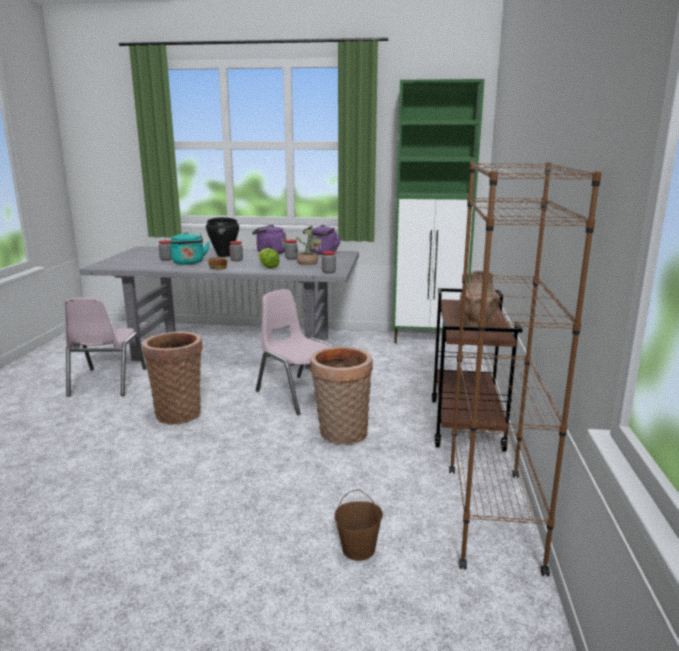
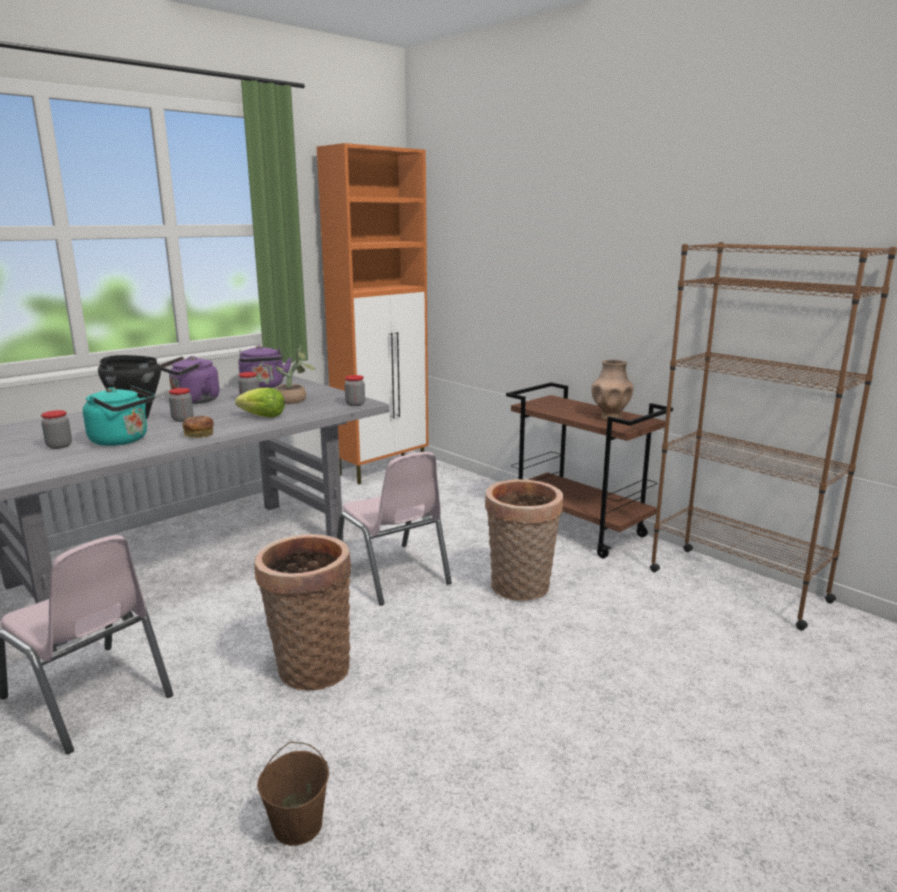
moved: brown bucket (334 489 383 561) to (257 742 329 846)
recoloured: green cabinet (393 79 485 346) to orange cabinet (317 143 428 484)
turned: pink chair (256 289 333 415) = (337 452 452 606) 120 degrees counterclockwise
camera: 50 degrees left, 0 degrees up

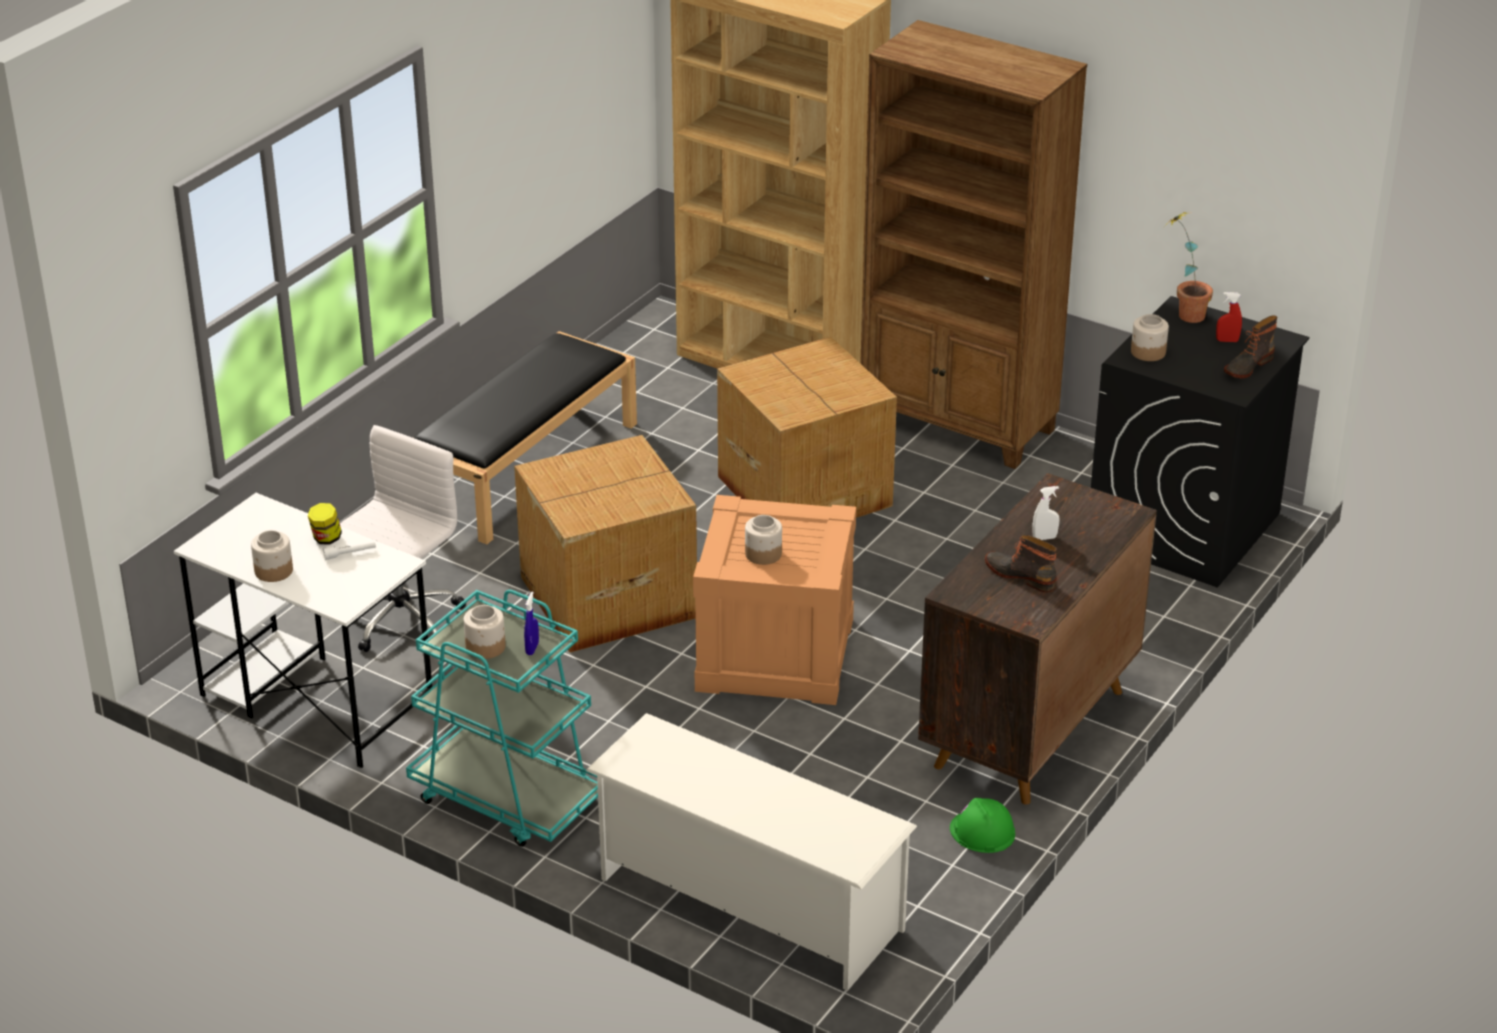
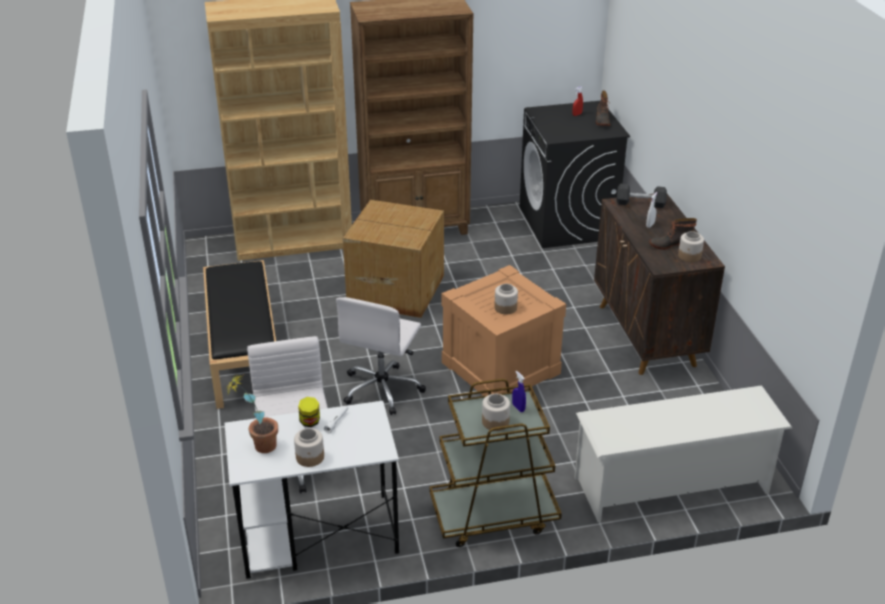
removed: green hard hat (950 798 1015 853)
added: black dumbbell (617 183 667 208)
moved: jar (1131 314 1169 361) to (678 231 704 262); potted plant (1165 212 1213 323) to (226 373 278 453)
replaced: cardboard box (514 435 697 653) to white office chair (336 297 426 415)
recoloured: turquoise cart (406 590 598 847) to brown cart (430 379 562 547)
camera: 45 degrees left, 0 degrees up

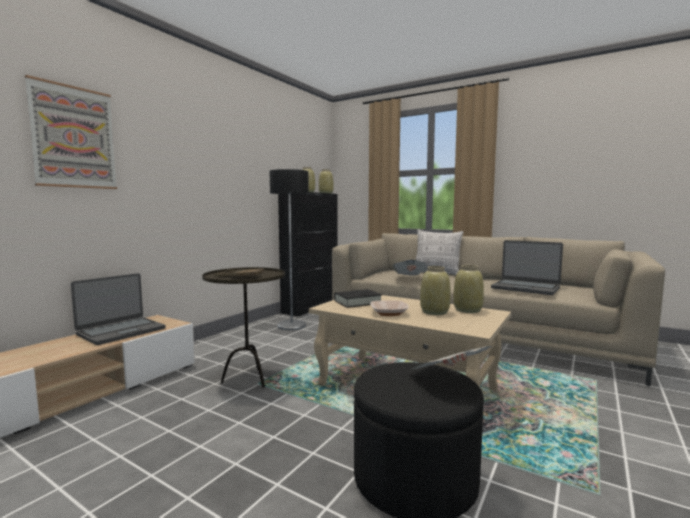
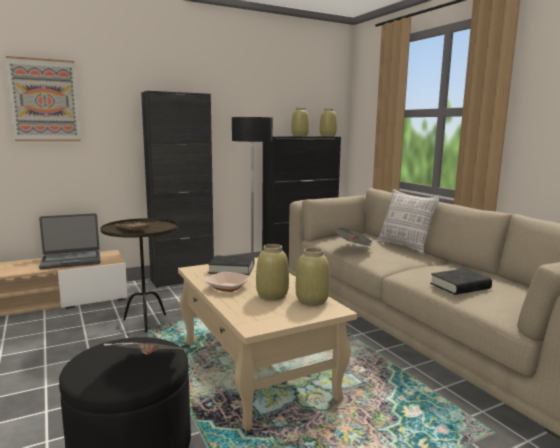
added: black cabinet (141 91 214 288)
replaced: laptop (491 240 563 295) to black book (430 269 492 295)
camera: 30 degrees right, 5 degrees up

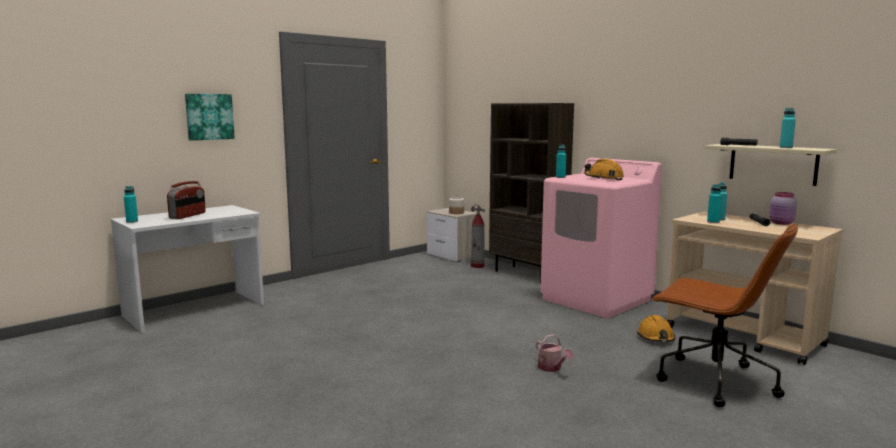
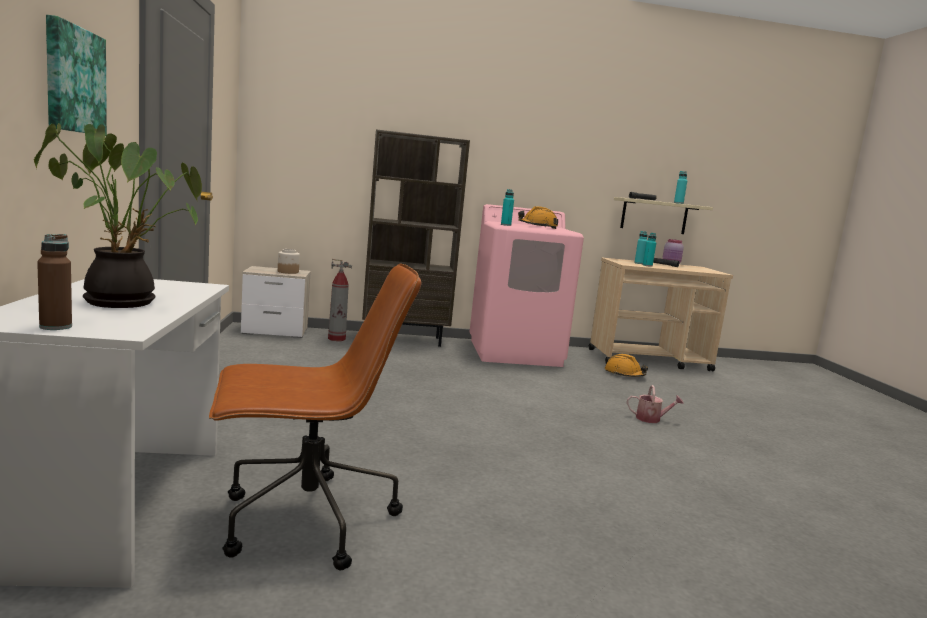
moved: brown office chair (651 223 798 407) to (209 263 421 571)
replaced: radio (167 181 206 219) to potted plant (34 123 202 308)
recoloured: turquoise bottle (124 186 138 223) to brown bottle (37 234 72 330)
camera: 55 degrees left, 0 degrees up

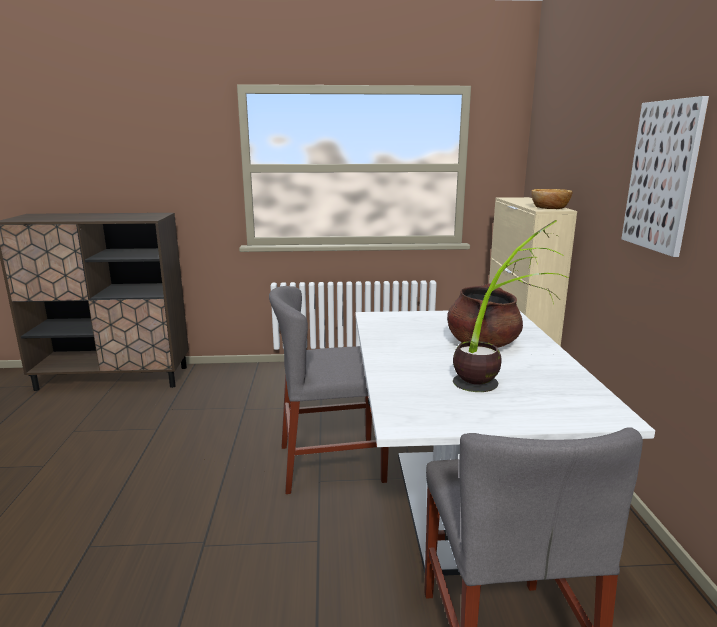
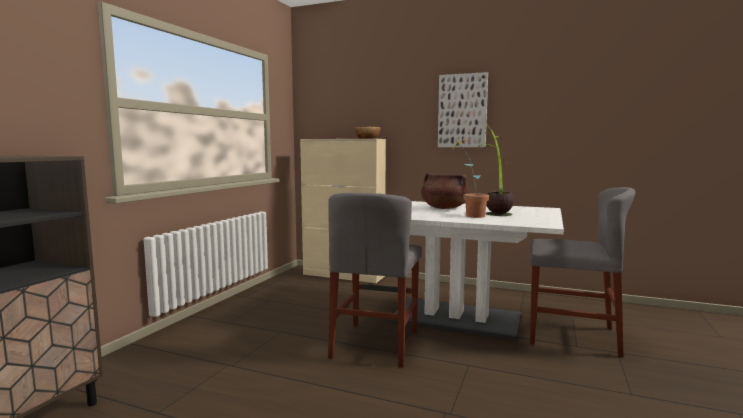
added: potted plant (452 139 489 218)
camera: 65 degrees left, 10 degrees down

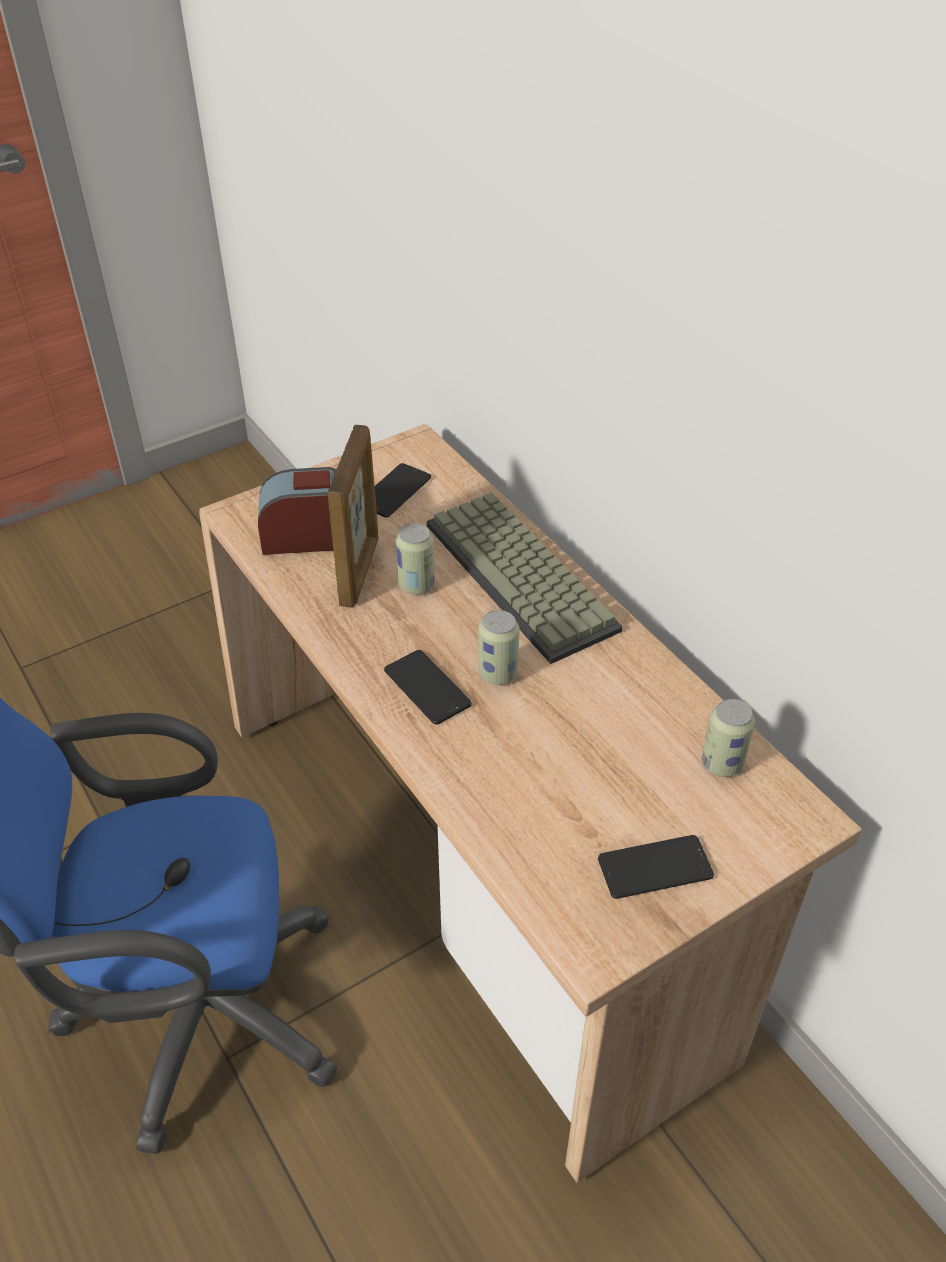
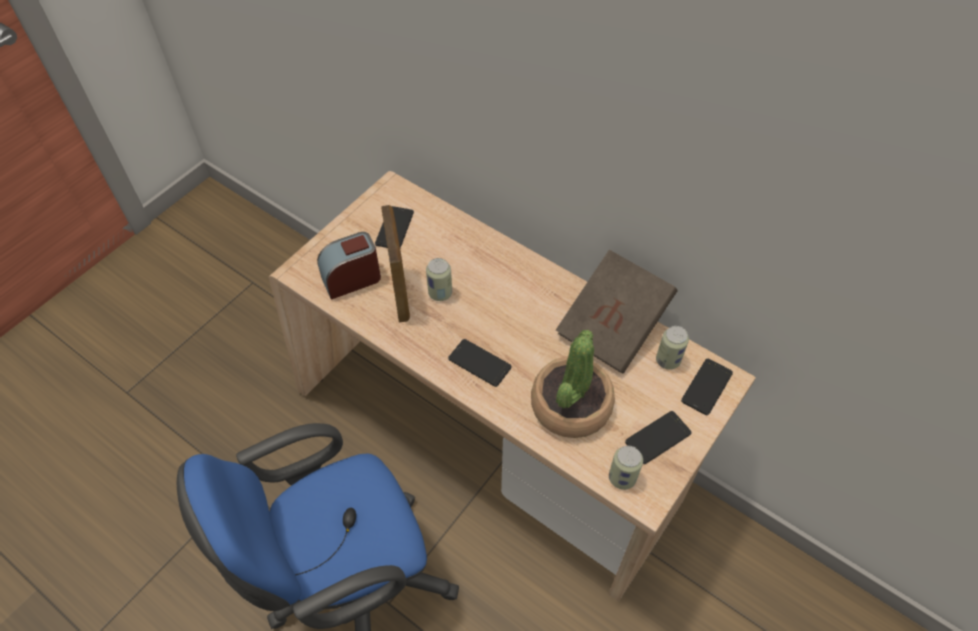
removed: keyboard (427 492 622 664)
added: potted plant (531 329 615 438); brown book (556 250 678 373); phone (681 359 733 415)
moved: can (478 610 520 685) to (609 446 643 490)
camera: 20 degrees left, 10 degrees up

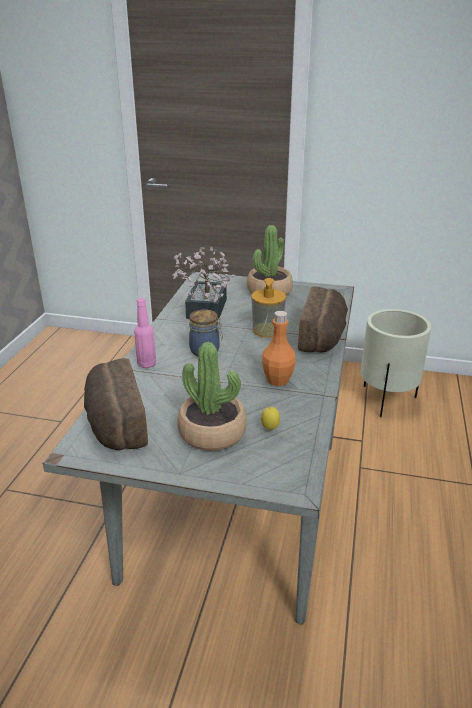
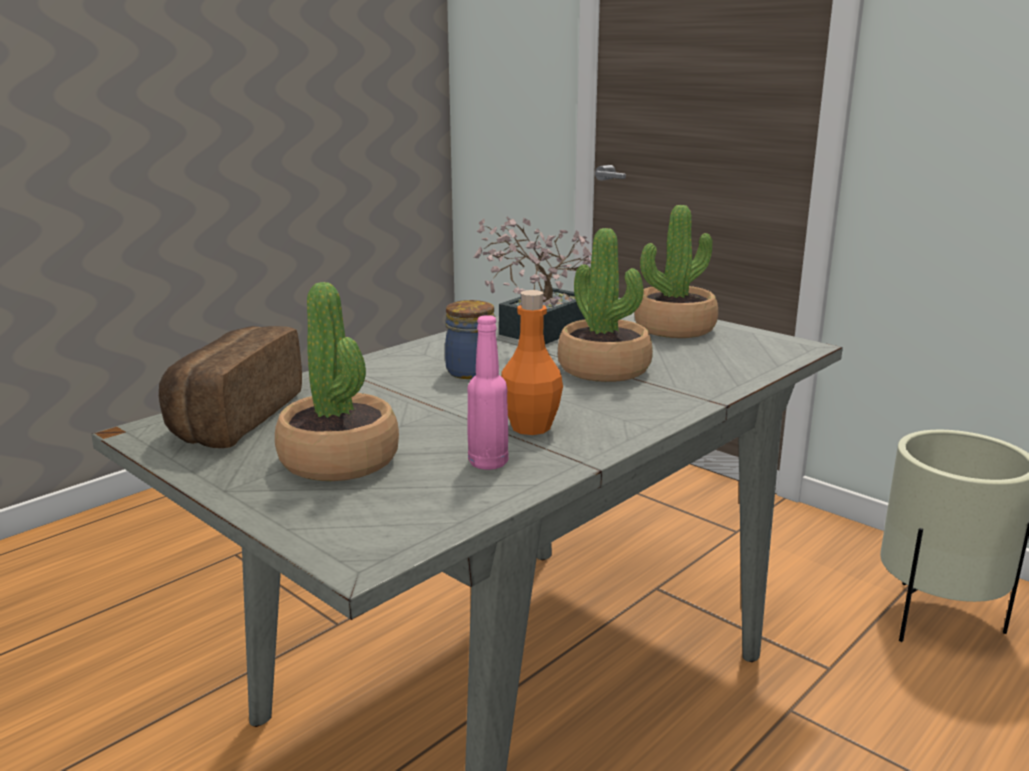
removed: lemon (261 407 280 430); bread (298 286 348 353)
moved: pink bottle (134 298 156 368) to (467 315 508 470)
replaced: soap dispenser (251 278 286 338) to potted plant (558 228 653 382)
camera: 30 degrees right, 10 degrees down

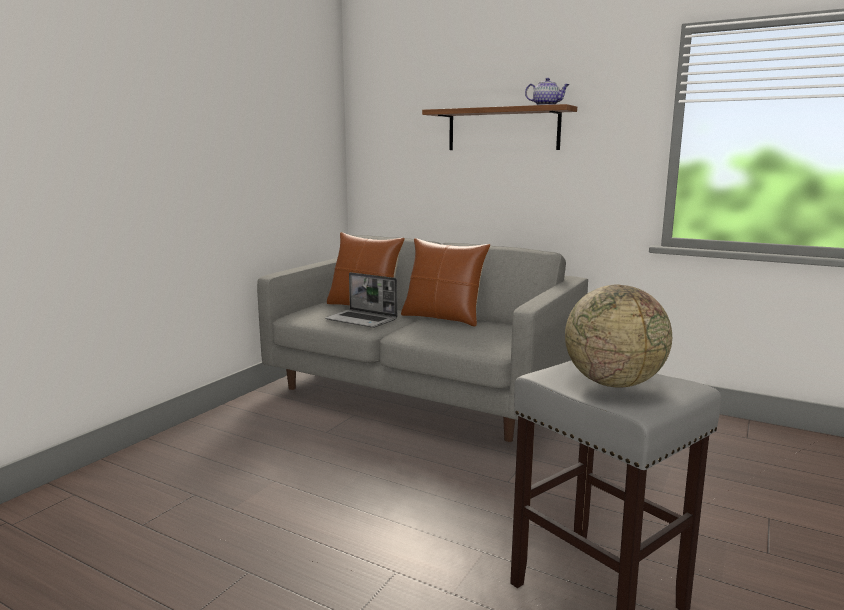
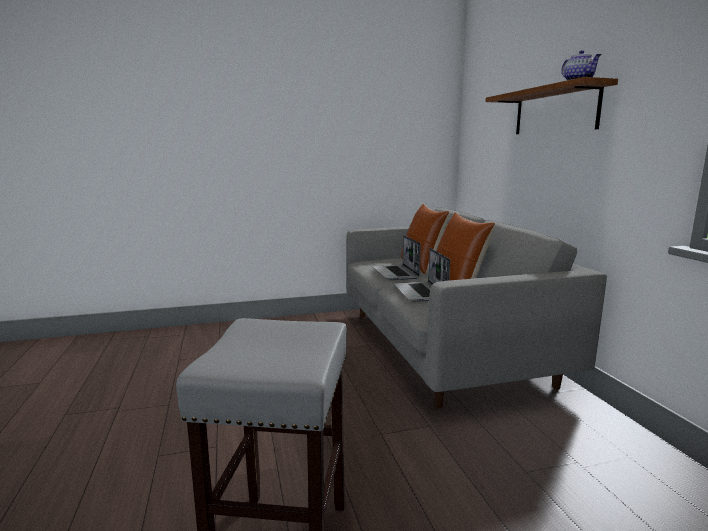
removed: globe (565 284 672 387)
added: laptop (394 248 450 302)
camera: 45 degrees right, 0 degrees up

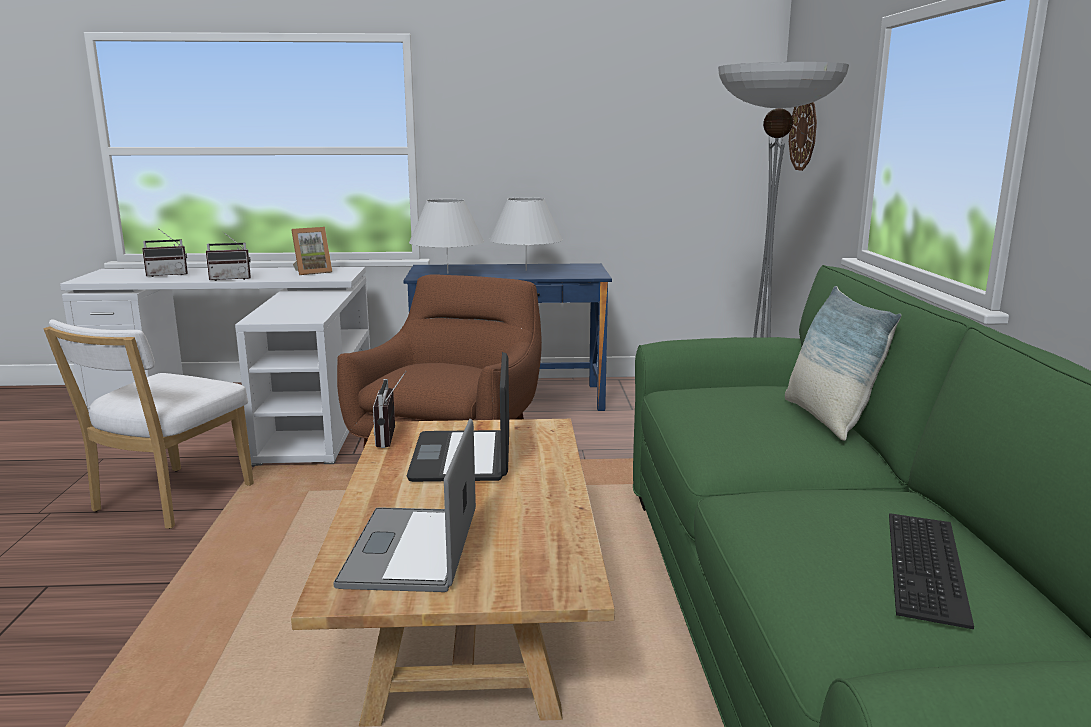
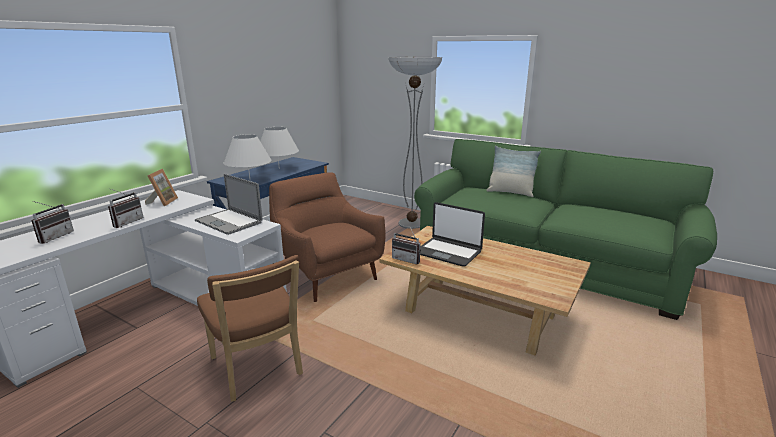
removed: wall clock (789 102 817 171); keyboard (889 513 974 629)
moved: laptop (333 419 476 592) to (195 174 263 235)
recoloured: white chair (44 319 254 529) to brown chair (197 255 303 402)
camera: 55 degrees left, 5 degrees up

